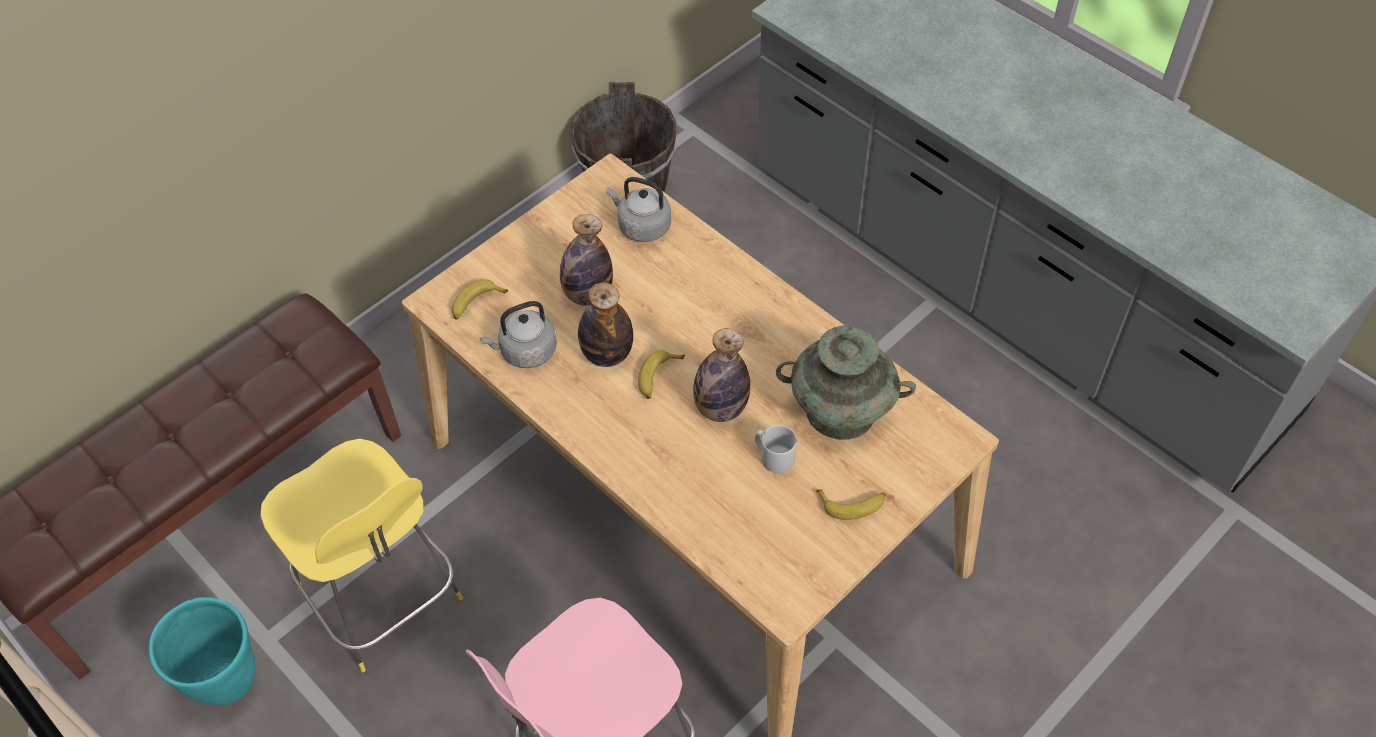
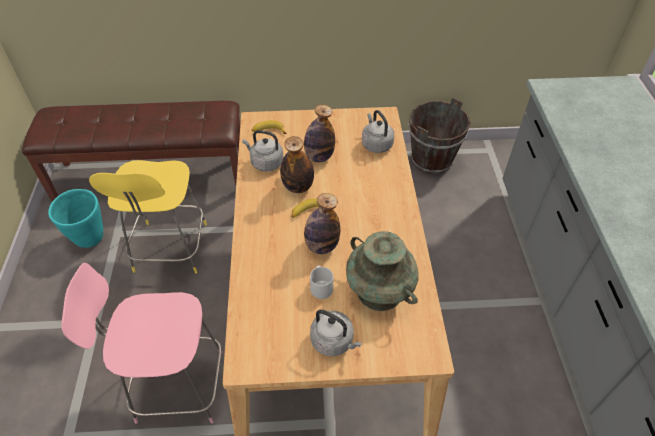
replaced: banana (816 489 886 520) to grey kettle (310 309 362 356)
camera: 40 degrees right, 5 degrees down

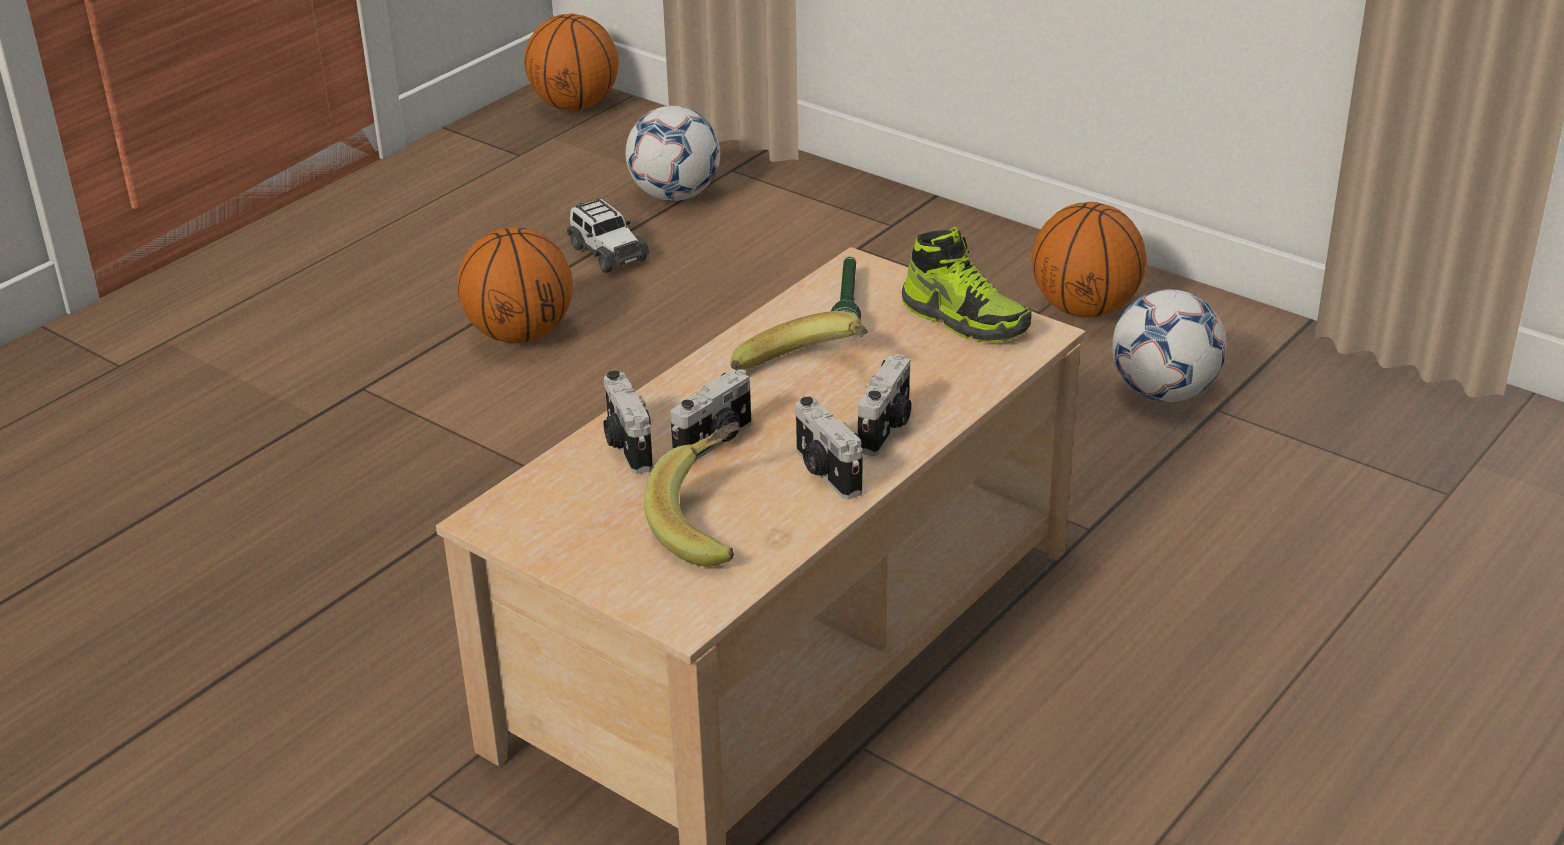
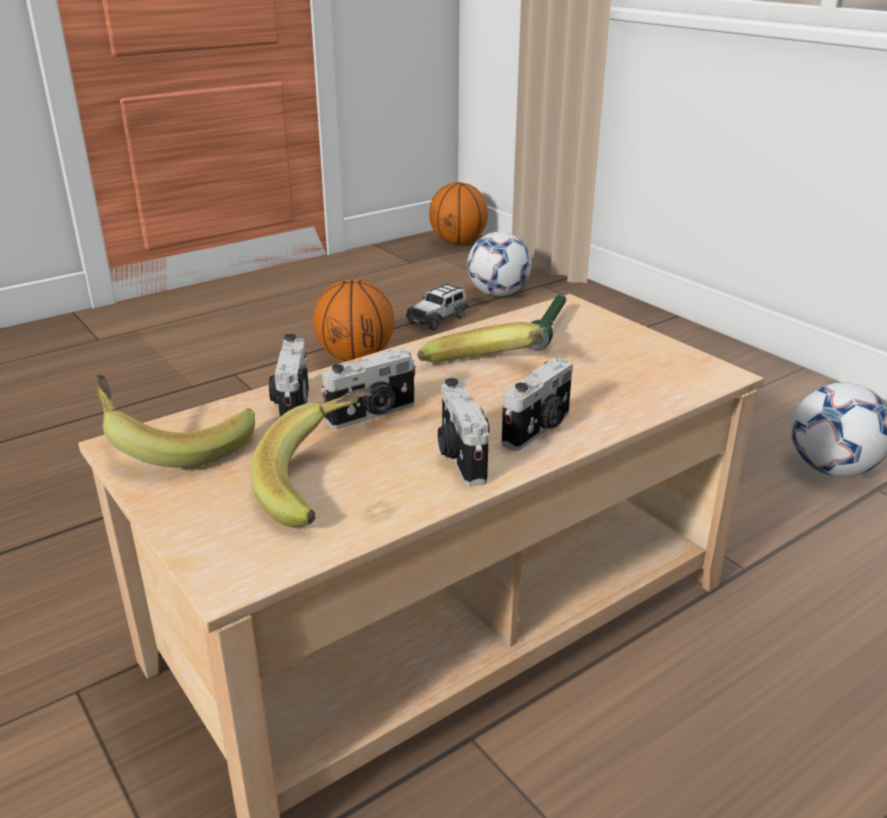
removed: shoe (902 227 1032 343); basketball (1032 202 1147 318)
added: banana (96 375 255 468)
turned: toy car (567 198 650 273) = (406 283 469 330) 60 degrees clockwise
camera: 15 degrees right, 5 degrees down

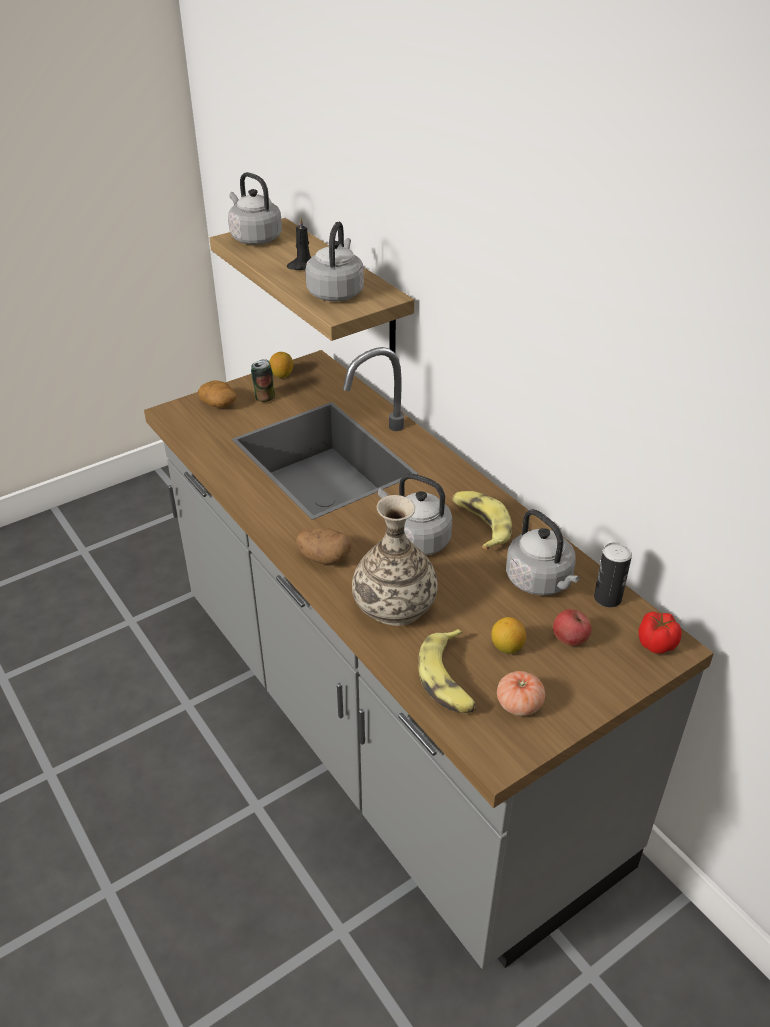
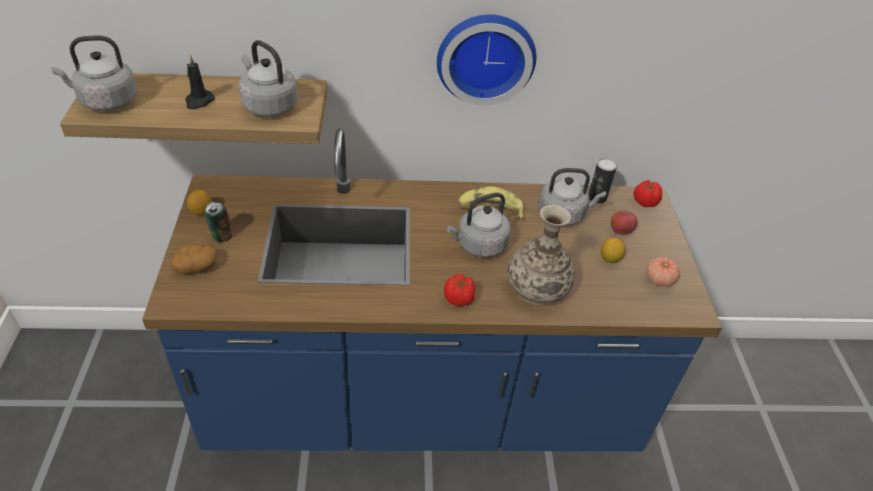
removed: banana (418 629 477 713)
added: wall clock (437 14 536 105)
replaced: potato (296 528 352 564) to tomato (444 274 476 306)
recoloured: grey counter (144 347 714 969) to blue counter (142 128 722 451)
camera: 60 degrees left, 5 degrees up

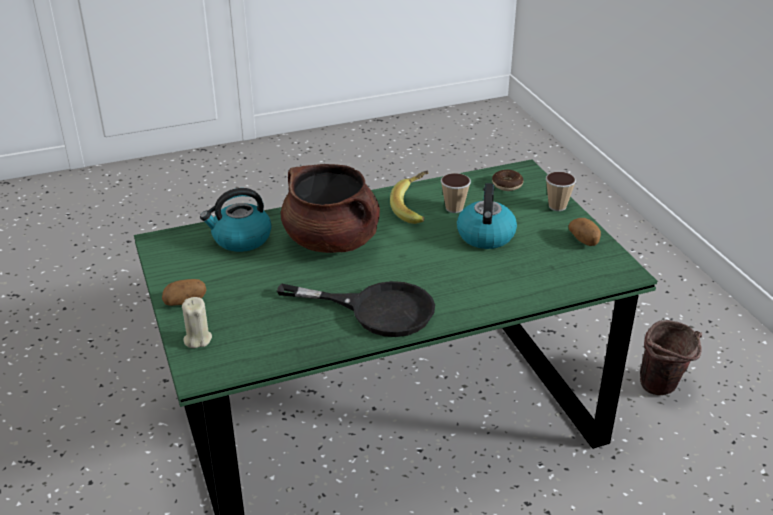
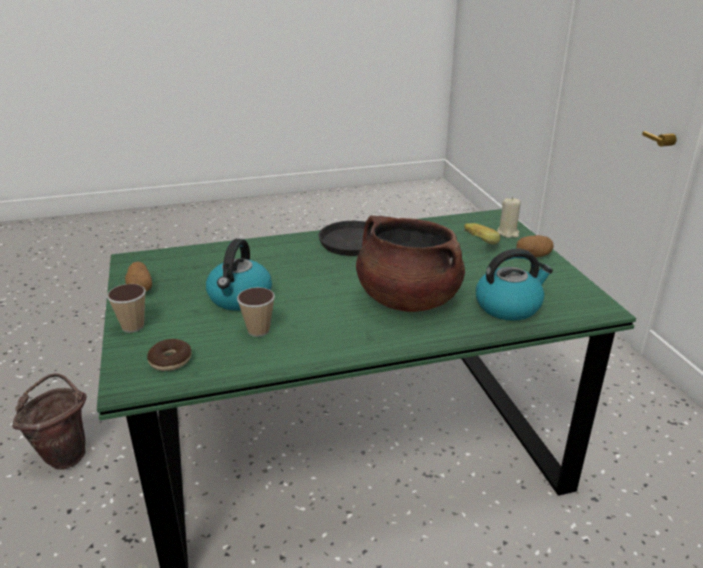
moved: banana (390 171 429 224) to (463 223 500 244)
camera: 175 degrees left, 5 degrees down

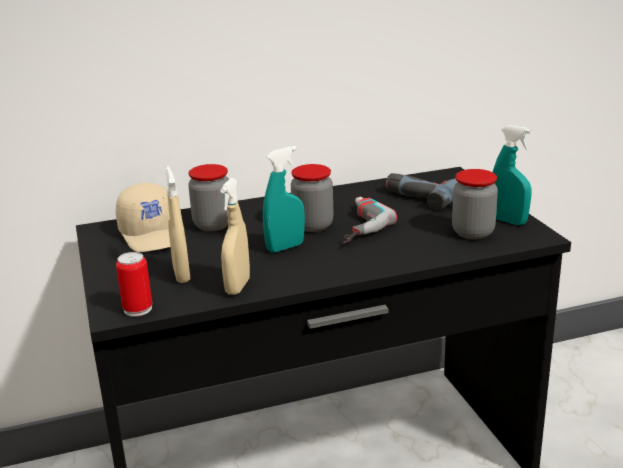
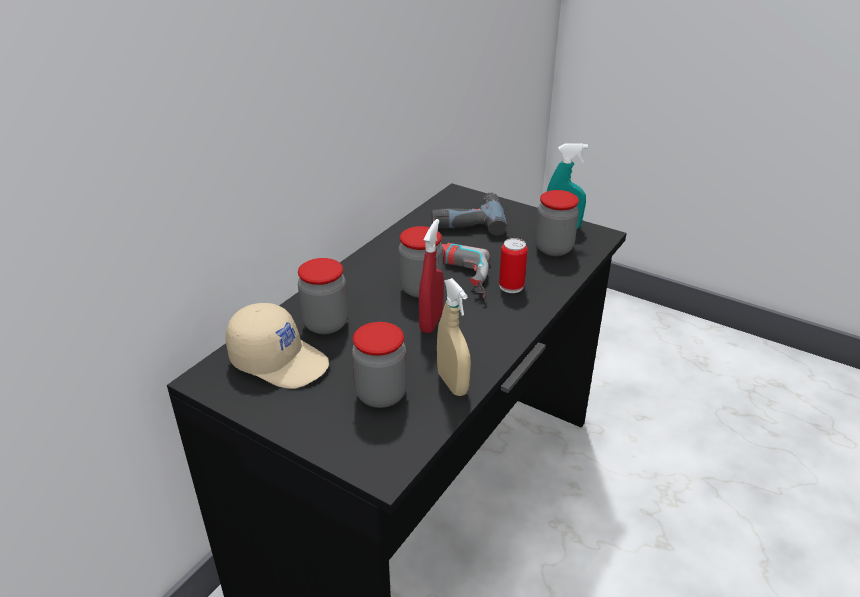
moved: can (116 252 152 317) to (499 238 528 293)
replaced: beige spray bottle (166 166 191 283) to jar (352 322 407 408)
recoloured: turquoise spray bottle (263 146 305 253) to red spray bottle (419 219 444 333)
camera: 40 degrees left, 10 degrees up

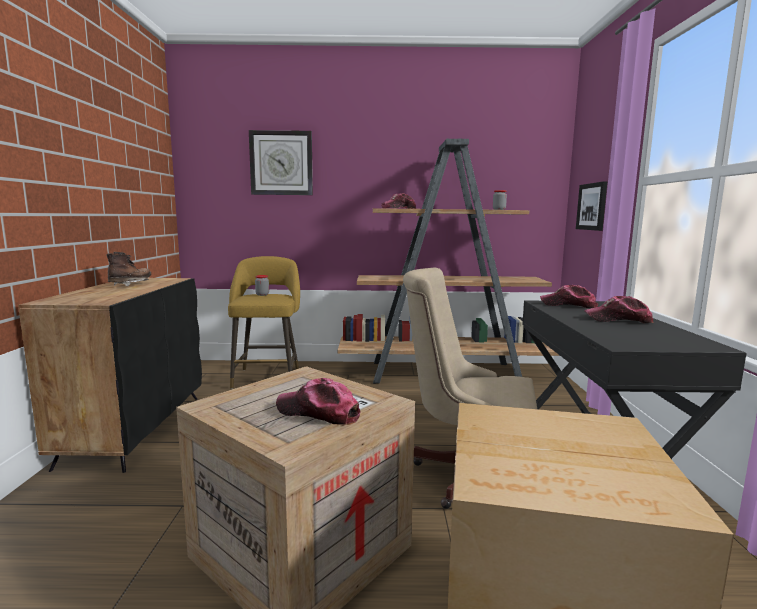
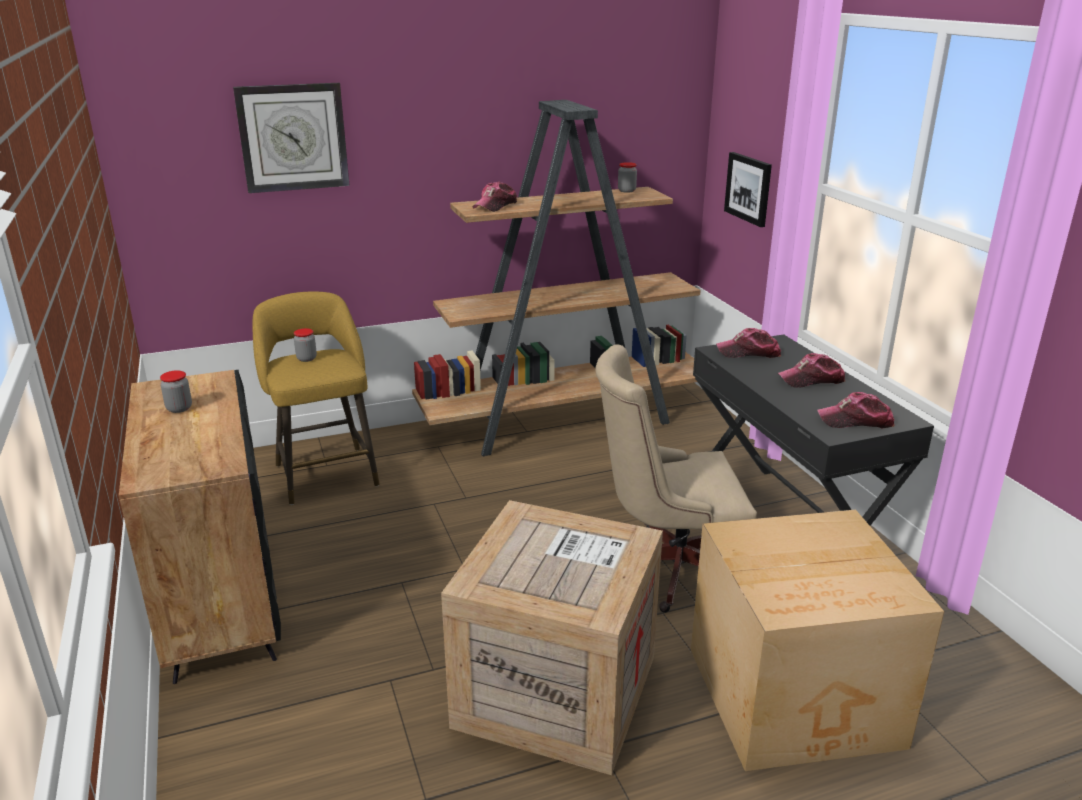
moved: cap (276 378 360 425) to (817 392 895 428)
replaced: brown boot (106 252 151 286) to jar (160 370 192 413)
camera: 20 degrees left, 15 degrees up

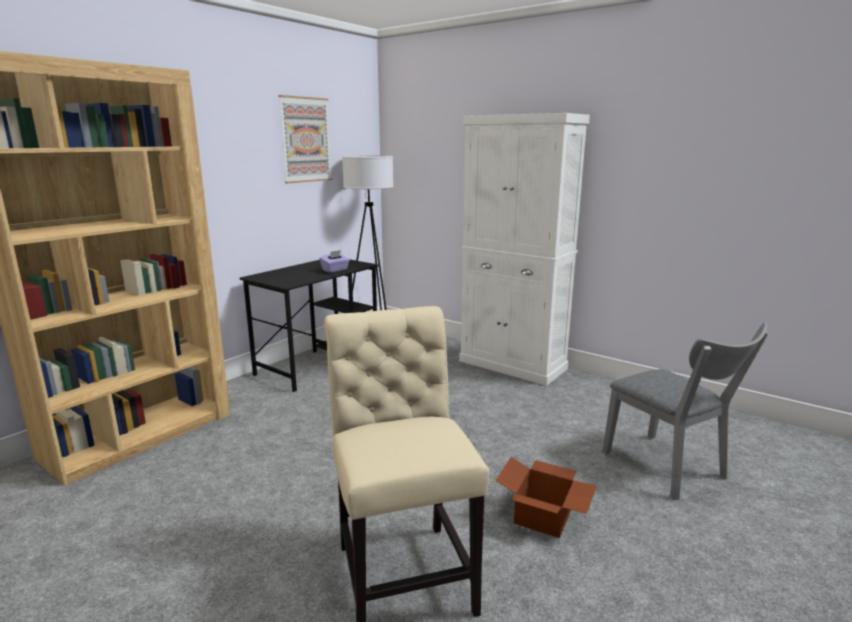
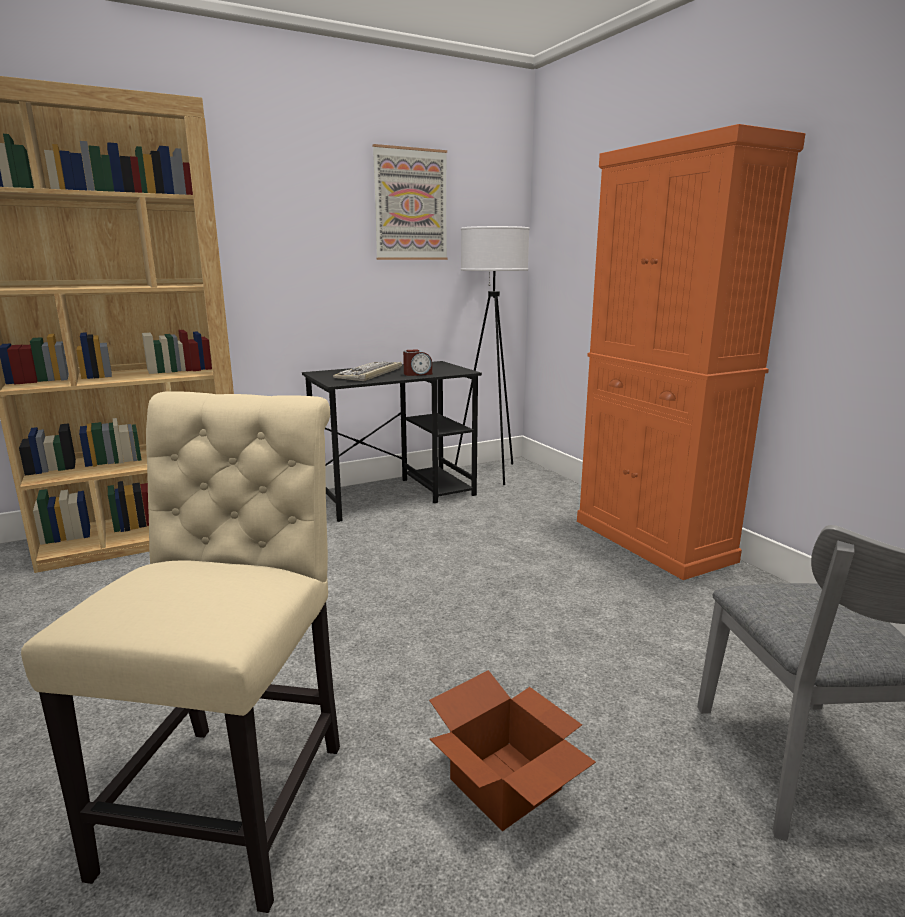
added: keyboard (333 361 402 381)
replaced: purple tissue box (320 250 350 273) to alarm clock (403 349 432 376)
recoloured: white cabinet (459 113 590 386) to orange cabinet (577 124 806 580)
camera: 25 degrees right, 0 degrees up

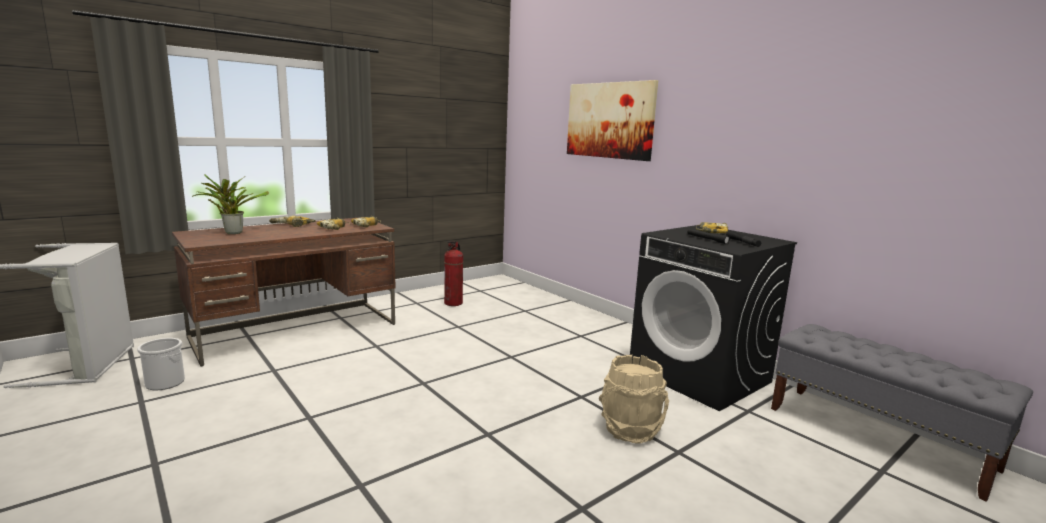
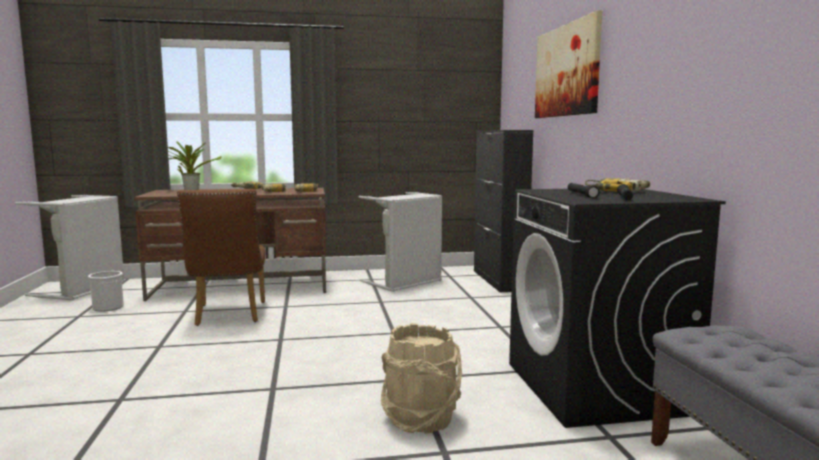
added: brown chair (177 189 265 326); black cabinet (474 130 533 292)
replaced: fire extinguisher (444 241 463 306) to grey laundry basket (358 192 442 292)
camera: 30 degrees right, 5 degrees down

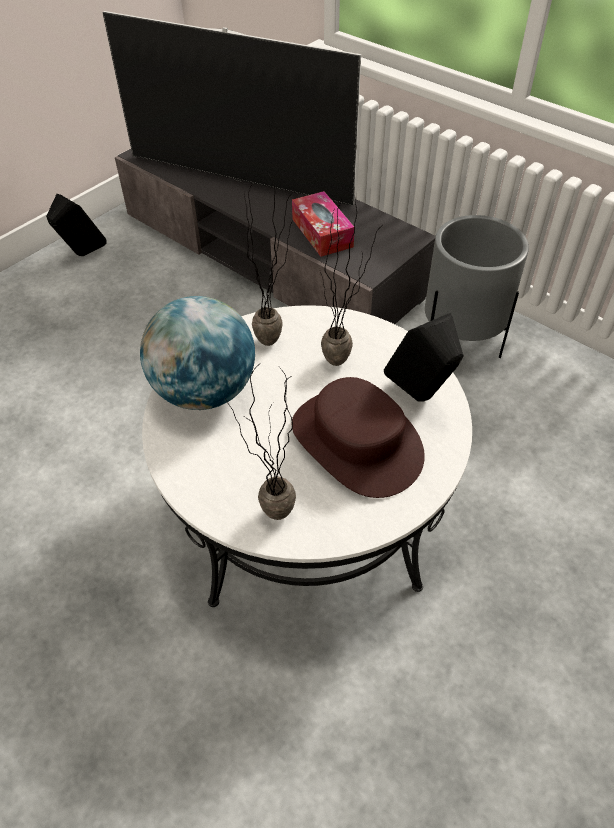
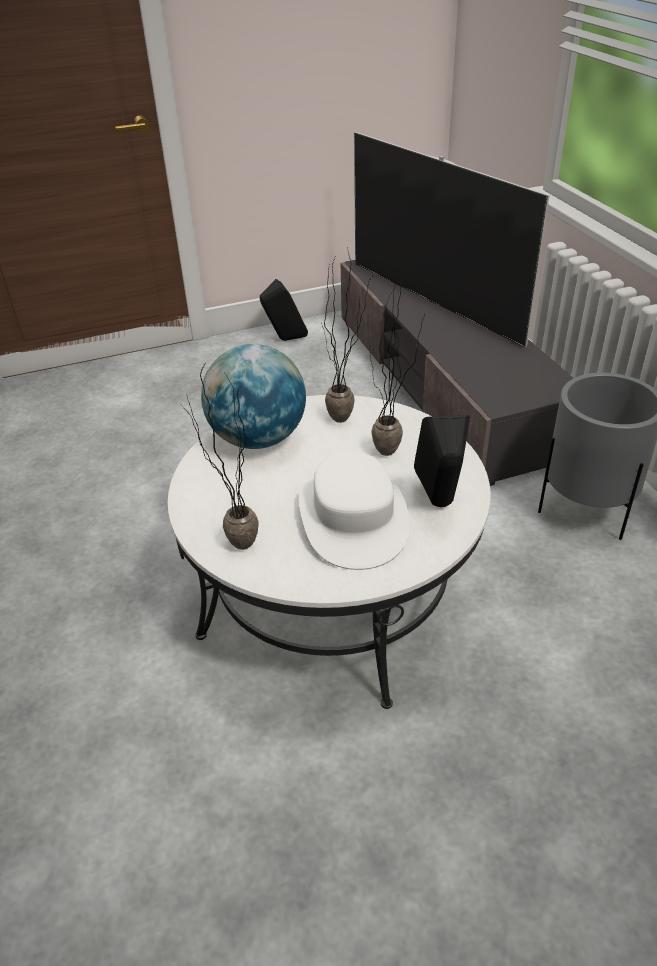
removed: tissue box (292 191 354 257)
recoloured: brown hat (291 377 425 498) to white hat (299 452 409 570)
camera: 30 degrees right, 10 degrees down

